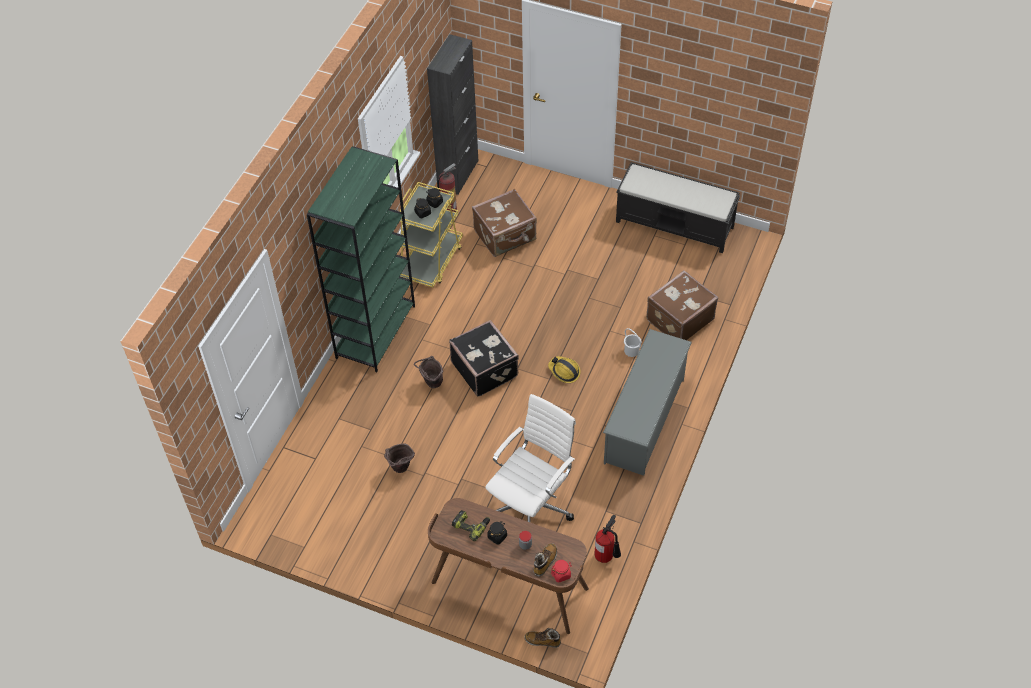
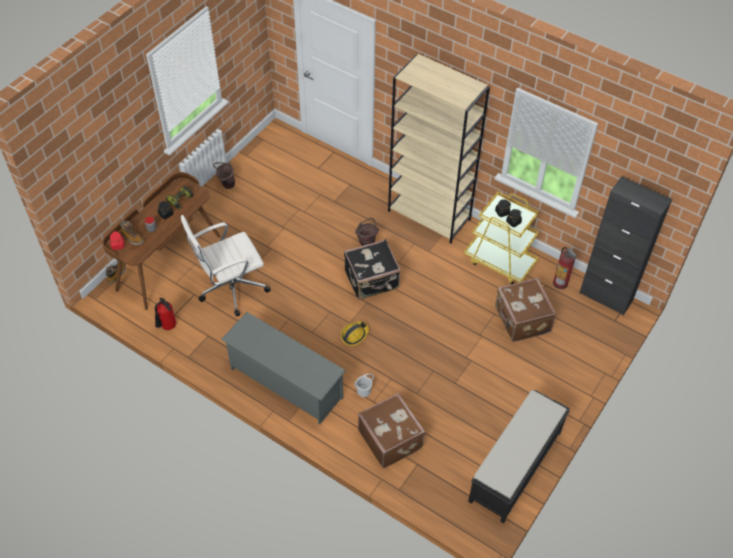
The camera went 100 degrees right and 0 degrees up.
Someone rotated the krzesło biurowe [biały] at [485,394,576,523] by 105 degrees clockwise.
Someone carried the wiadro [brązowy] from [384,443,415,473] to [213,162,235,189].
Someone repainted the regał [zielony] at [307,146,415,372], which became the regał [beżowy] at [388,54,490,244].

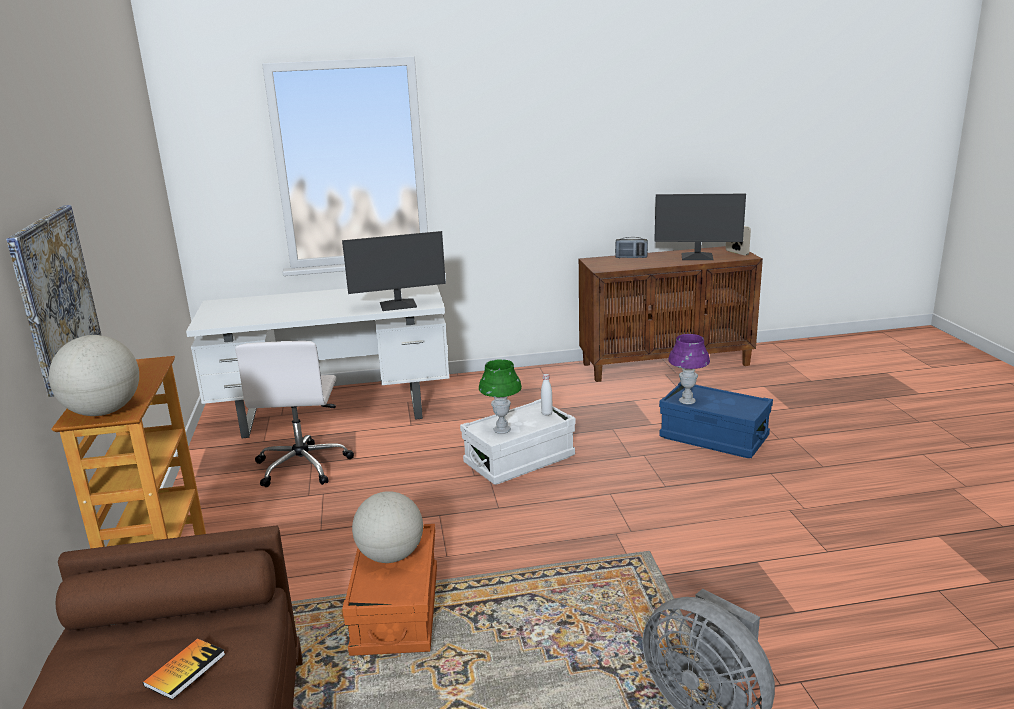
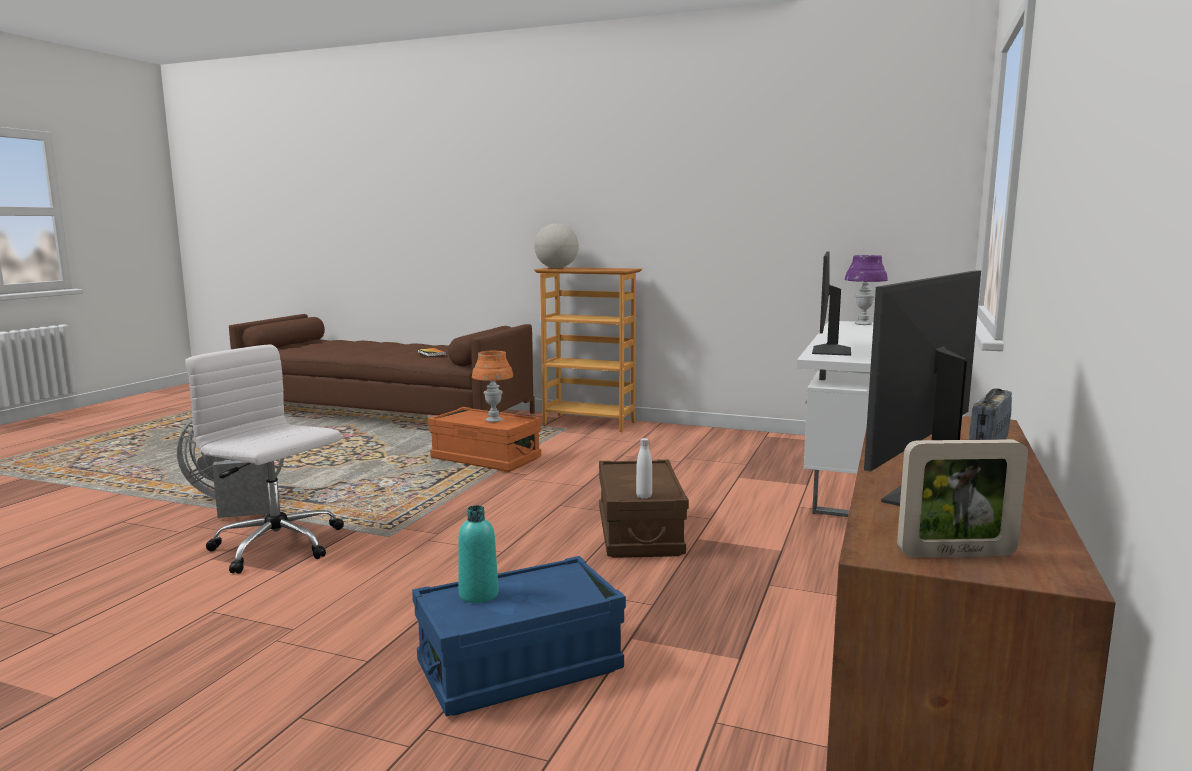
The camera went 120 degrees right and 10 degrees down.
Someone carried the krzesło biurowe [biały] from [235,341,354,487] to [185,344,344,574].
Someone put down the butelka [turkusowy] at [458,505,499,603].
Someone swapped the globus at [352,491,423,563] for the lampa stołowa [pomarańczowy] at [472,351,513,422].
Someone repainted the pojemnik do przechowywania [biały] at [460,399,575,485], which became the pojemnik do przechowywania [brązowy] at [599,460,689,558].
Someone carried the lampa stołowa [fioletowy] from [668,334,710,404] to [845,255,888,325].
Someone took away the obraz at [6,205,101,397].
Someone took away the lampa stołowa [zielony] at [479,359,522,434].

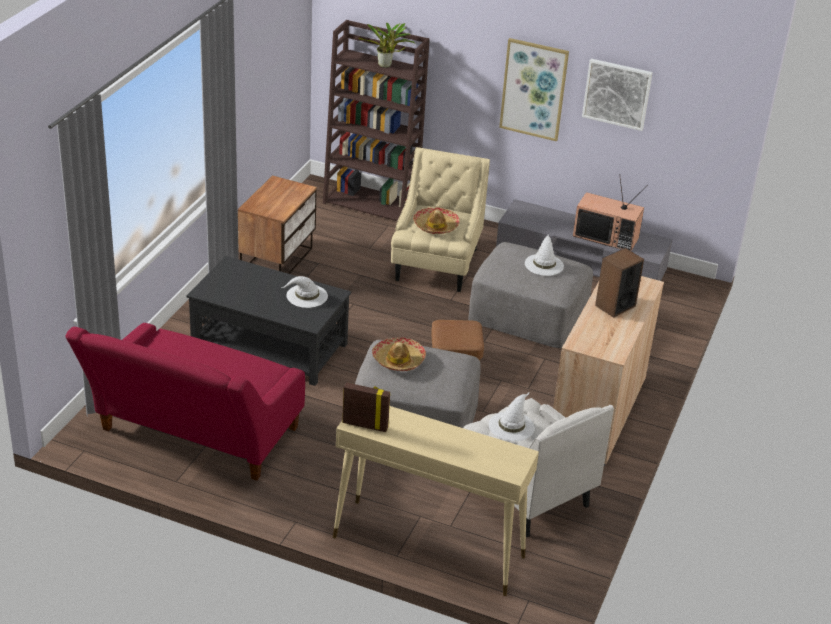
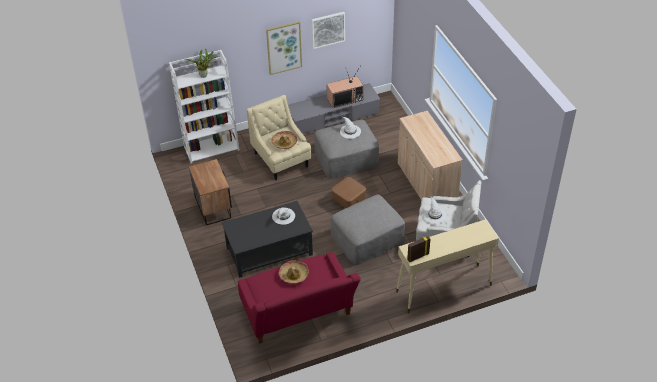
The camera went 40 degrees left and 10 degrees up.
Someone repainted the regał [brązowy] at [323,20,430,221], which became the regał [biały] at [169,50,239,163].
Someone carried the kapelusz from [372,337,426,371] to [279,260,309,284].
Someone took away the głośnik at [595,248,644,318].

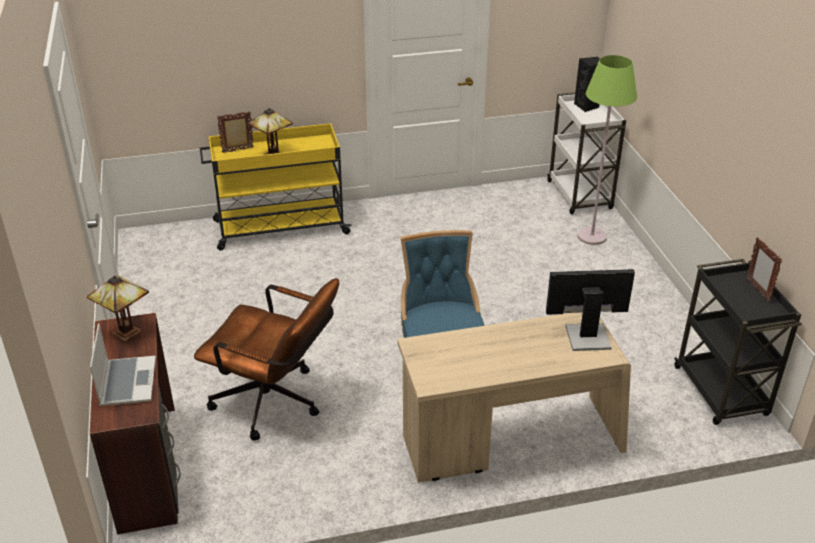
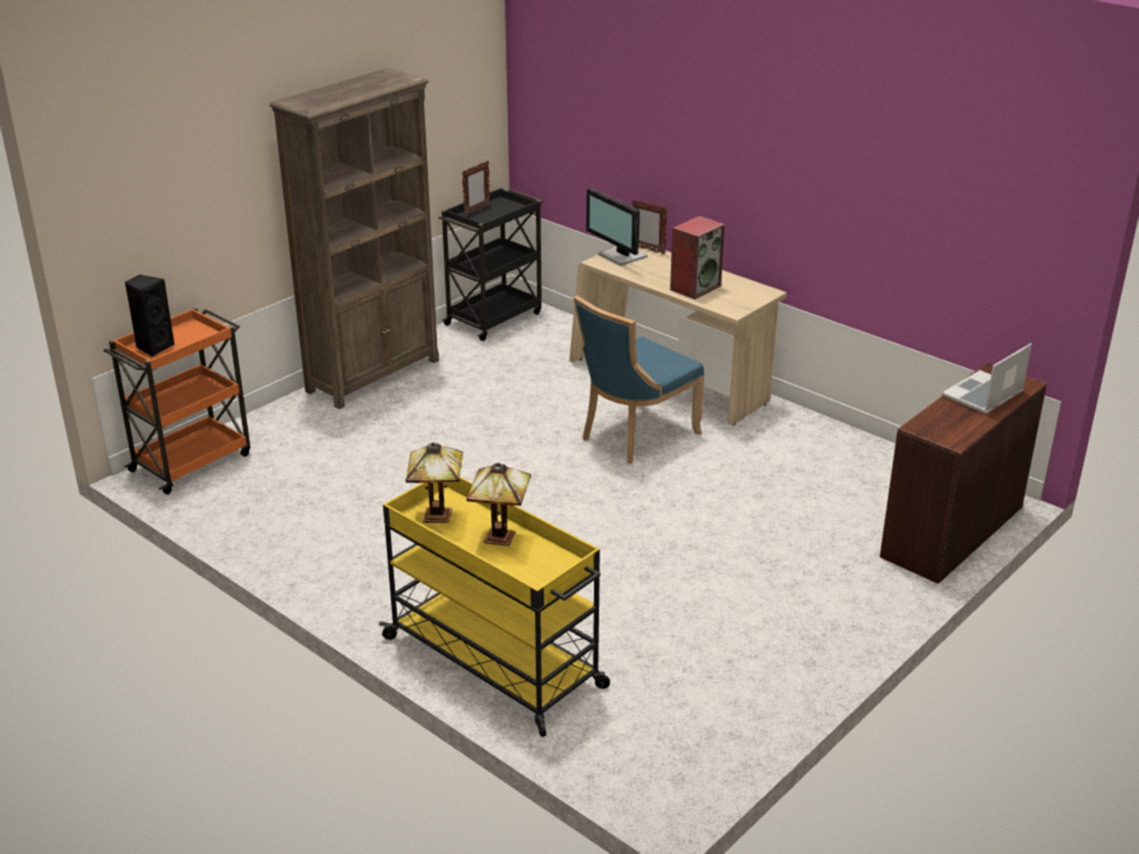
The camera went 125 degrees left and 5 degrees down.
Someone repainted the wózek [biały] at [547,92,626,214], which became the wózek [pomarańczowy] at [103,308,250,495].
Someone put down the regał [brązowy] at [269,68,439,409].
Someone carried the lampa stołowa from [87,276,149,342] to [405,442,463,523].
Someone carried the ramka na zdjęcie from [217,111,254,153] to [632,200,668,254].
Someone put down the głośnik at [670,216,725,299].
Someone took away the krzesło biurowe [brązowy] at [194,278,339,441].
Someone took away the lampa stojąca [zielony] at [578,55,637,245].

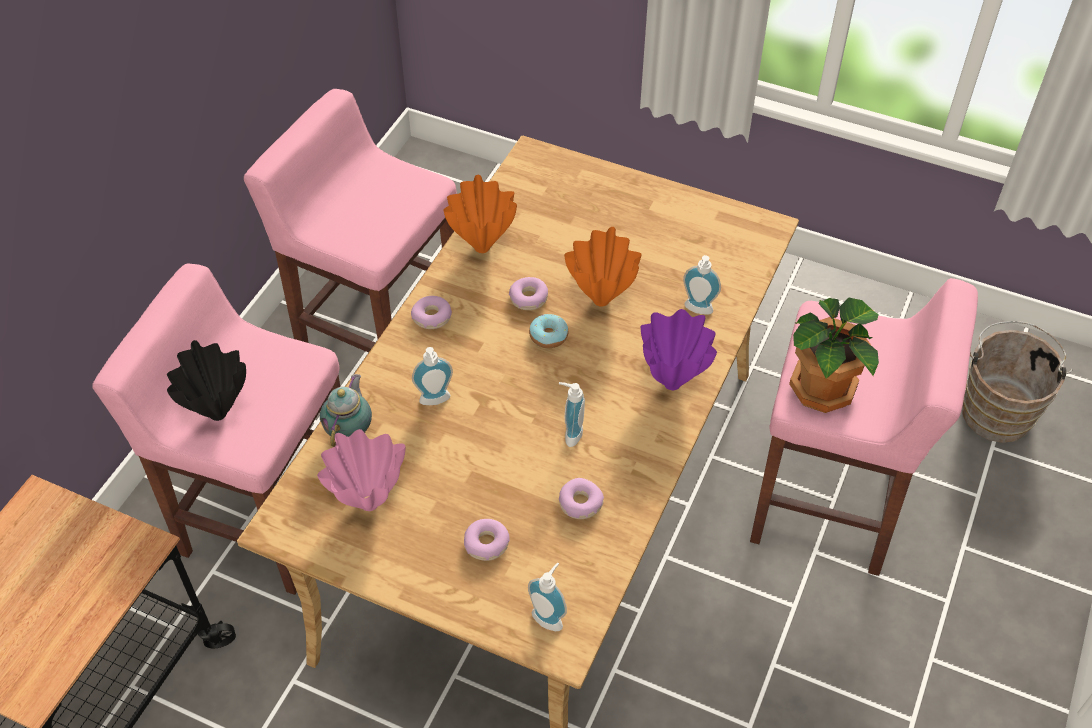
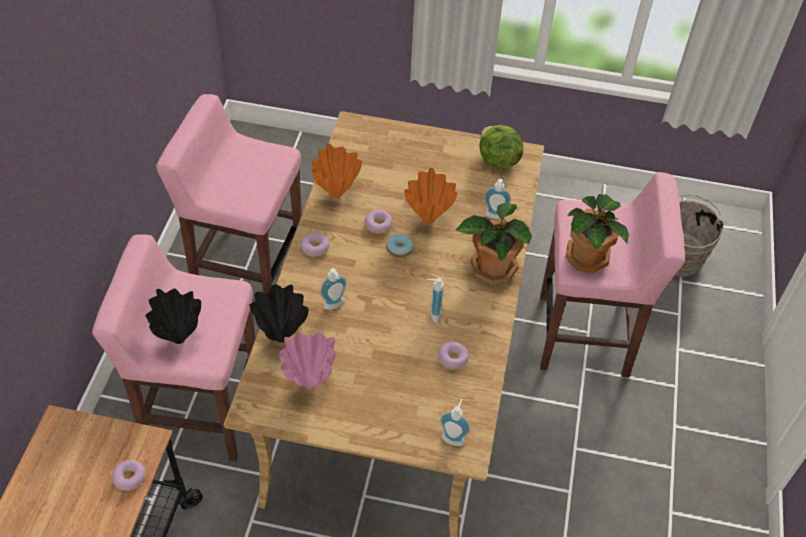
The camera went 15 degrees left and 0 degrees up.
Someone carried the donut from [464,519,510,561] to [112,460,146,491].
Someone swapped the imbryk at [320,374,372,447] for the wazon [czarny] at [249,284,309,343].
Someone swapped the wazon [fioletowy] at [640,309,717,390] for the roślina doniczkowa at [455,203,532,285].
Someone put down the sałata at [479,125,523,168].

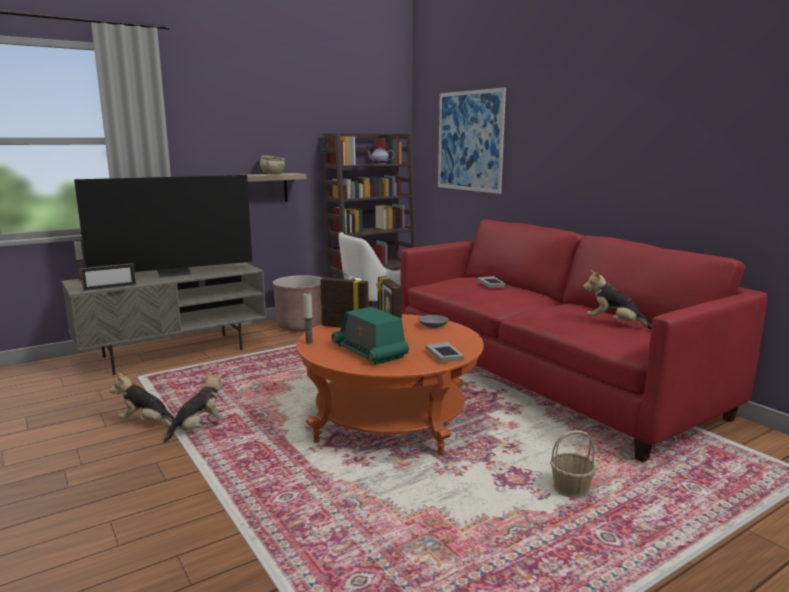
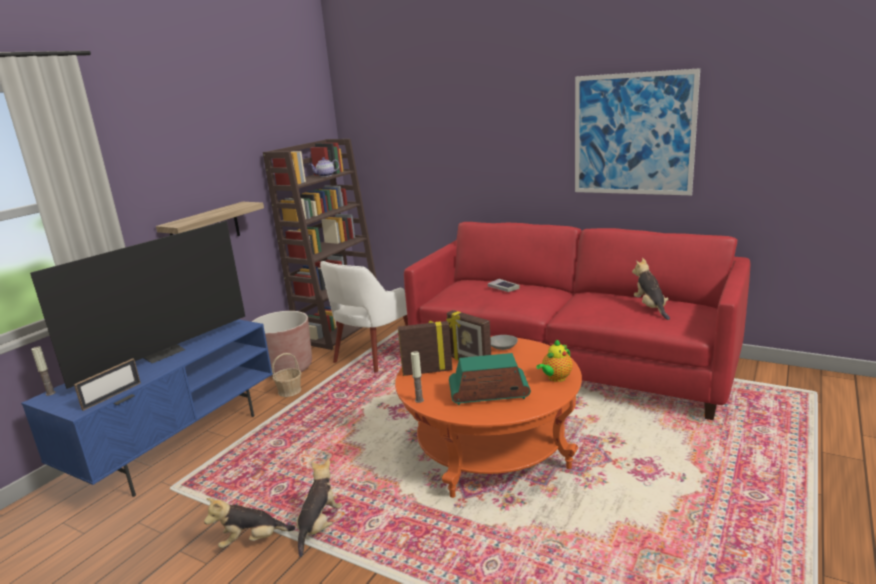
The camera went 25 degrees left and 5 degrees up.
Someone repainted the szafka pod telewizor [szary] at [62,262,266,375], which became the szafka pod telewizor [niebieski] at [21,319,273,497].
Someone carried the koszyk from [550,430,597,498] to [272,353,302,397].
Someone rotated the radio at [331,307,409,365] by 150 degrees clockwise.
Someone swapped the książka at [425,342,464,362] for the imbryk at [536,339,573,382].
Someone carried the obraz from [438,87,506,194] to [575,68,700,195].
Someone rotated the pluszak at [583,270,652,329] by 75 degrees clockwise.
Someone took away the miska [beżowy] at [260,155,285,175].

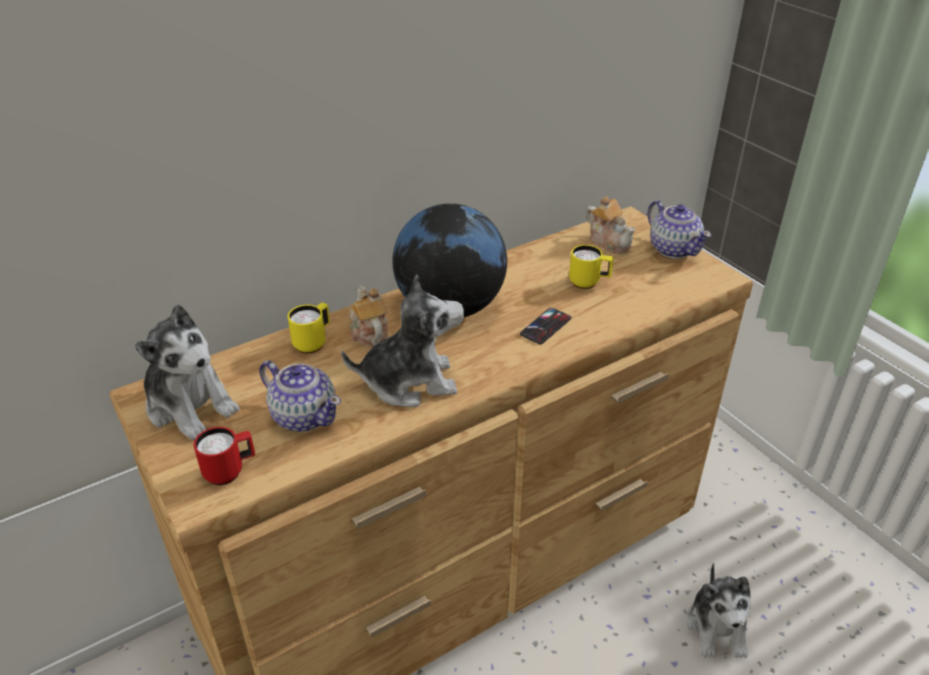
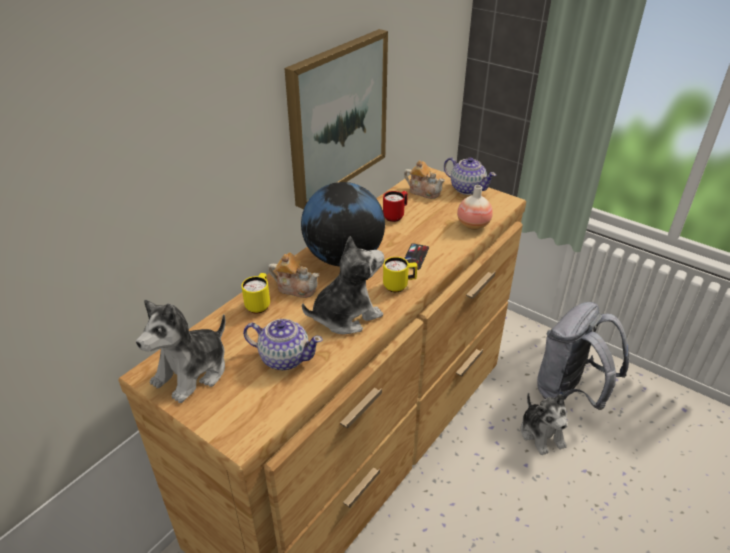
The camera went 20 degrees left and 0 degrees up.
Someone rotated the pluszak at [135,304,240,440] by 105 degrees clockwise.
Someone rotated the imbryk at [349,285,388,346] by 150 degrees clockwise.
Someone put up the obraz at [284,29,388,209].
Someone carried the kubek [czerwony] from [194,427,255,485] to [383,191,408,222].
Someone carried the kubek [żółty] from [569,245,614,289] to [383,257,417,292].
Someone put down the wazon at [457,185,493,230].
Someone put down the plecak [szary] at [537,302,629,410].

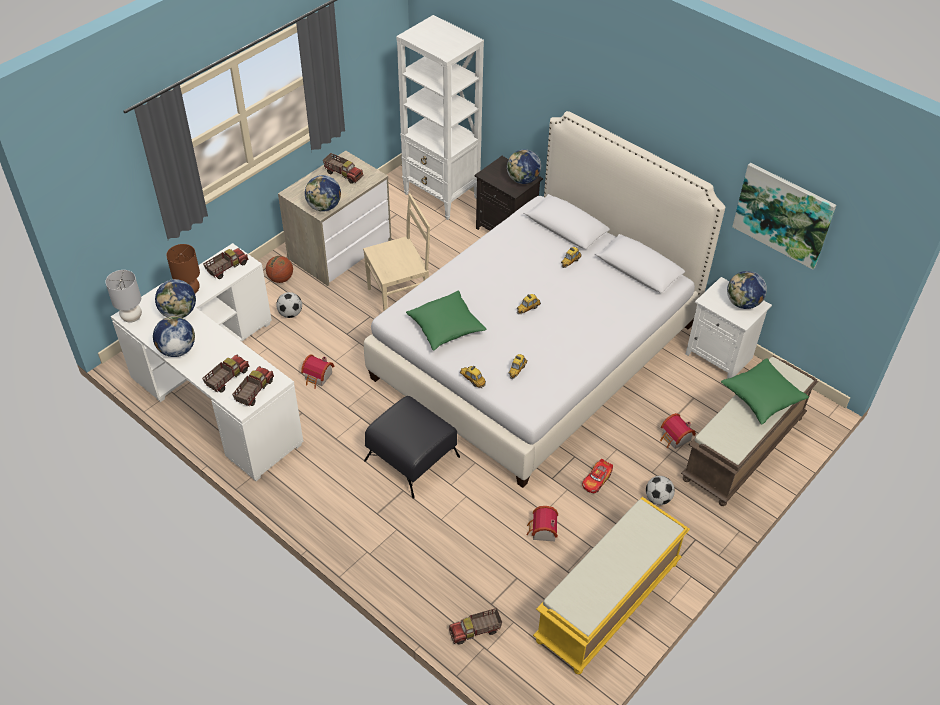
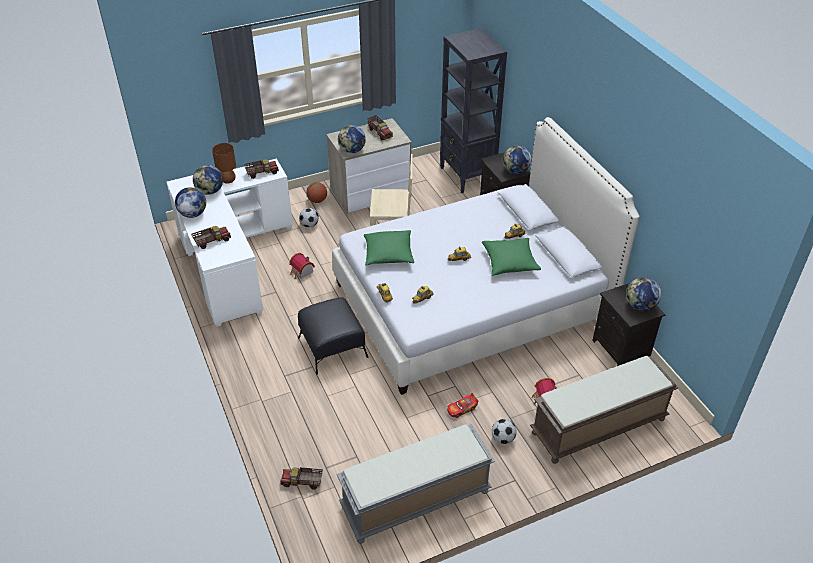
The camera went 25 degrees right and 5 degrees down.
Someone repainted the ławka [żółty] at [533,497,690,674], which became the ławka [szary] at [337,424,495,544].
Someone repainted the regał [biały] at [396,15,484,220], which became the regał [czarny] at [440,28,507,193].
Someone carried the poduszka [zielony] from [721,358,809,424] to [482,238,541,276].
Someone repainted the szafka nocna [biały] at [686,277,772,379], which became the szafka nocna [czarny] at [592,283,666,366].
Someone took away the lampa stołowa [szary] at [105,270,142,323].
Someone took away the ciężarówka zabawkowa at [232,366,274,406].
Someone took away the domek at [527,506,558,541].
Someone took away the obraz at [732,163,836,269].

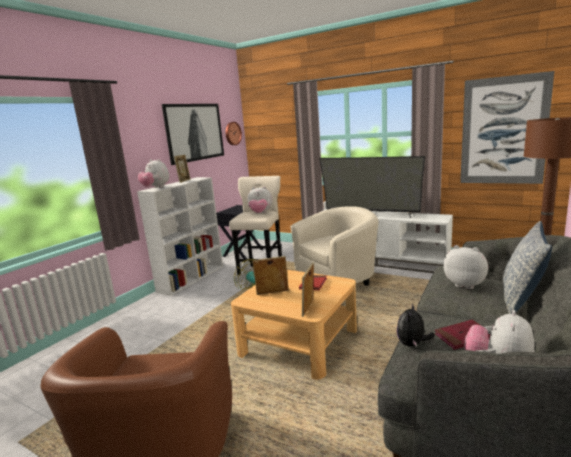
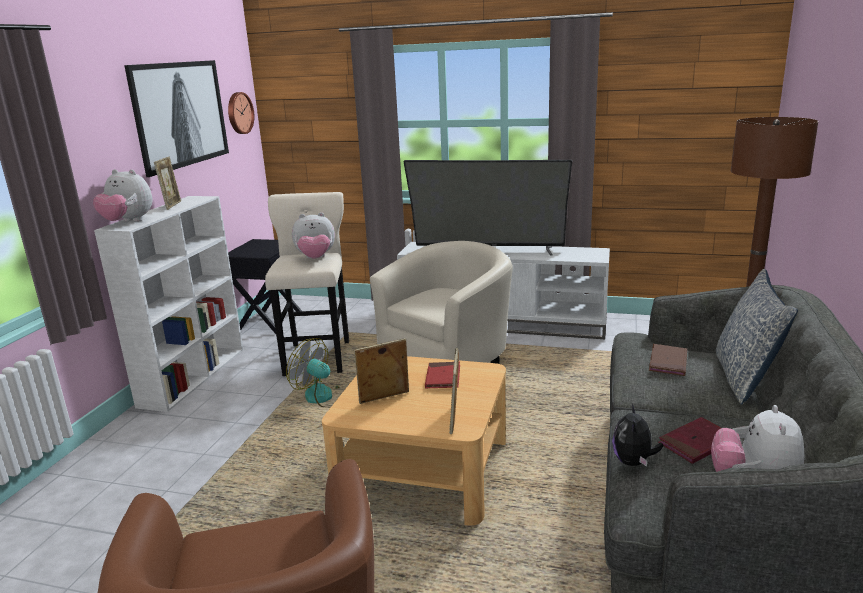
The camera went 15 degrees left and 5 degrees up.
Someone swapped the pluszak at [443,245,488,289] for the książka [brązowy] at [649,344,687,376].
Someone took away the obraz at [460,71,554,184].

